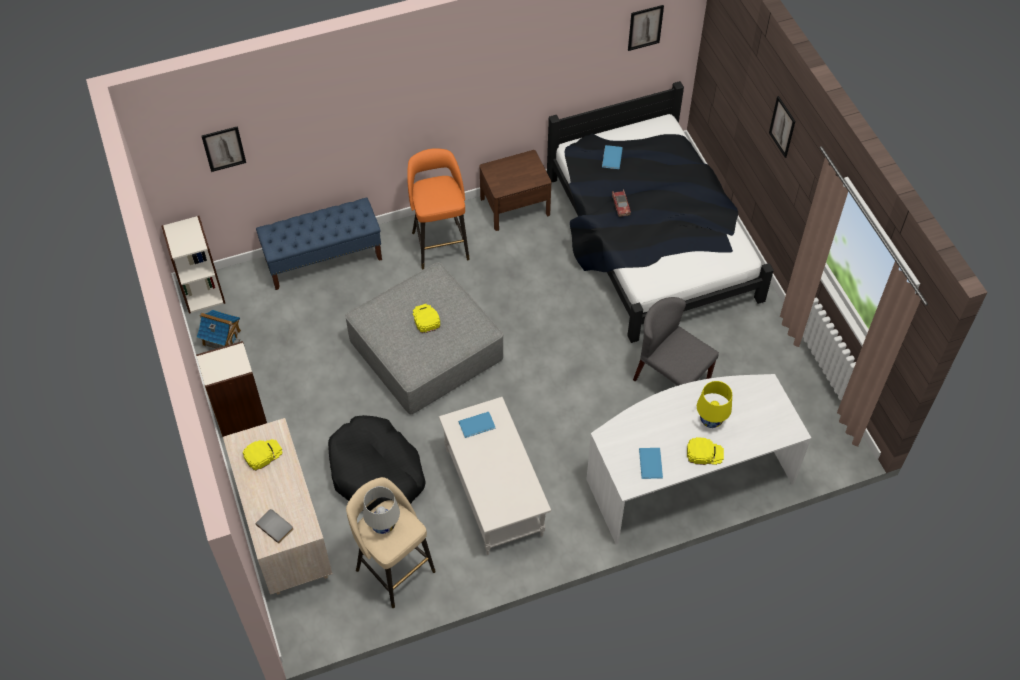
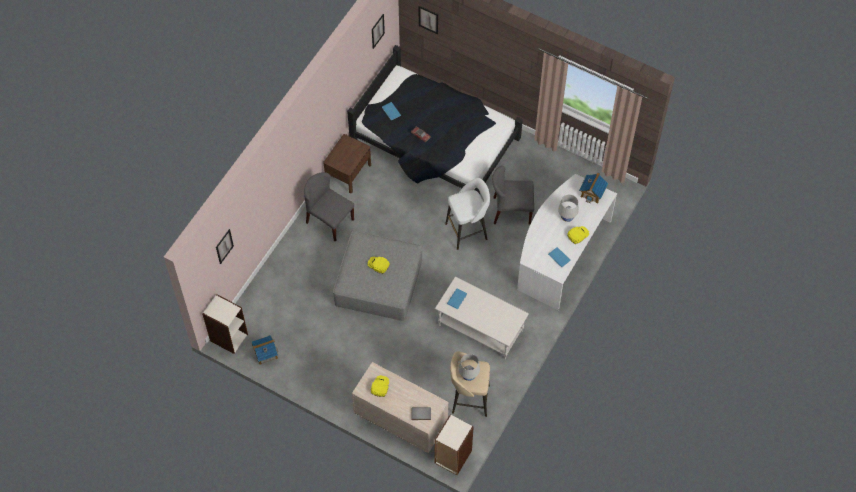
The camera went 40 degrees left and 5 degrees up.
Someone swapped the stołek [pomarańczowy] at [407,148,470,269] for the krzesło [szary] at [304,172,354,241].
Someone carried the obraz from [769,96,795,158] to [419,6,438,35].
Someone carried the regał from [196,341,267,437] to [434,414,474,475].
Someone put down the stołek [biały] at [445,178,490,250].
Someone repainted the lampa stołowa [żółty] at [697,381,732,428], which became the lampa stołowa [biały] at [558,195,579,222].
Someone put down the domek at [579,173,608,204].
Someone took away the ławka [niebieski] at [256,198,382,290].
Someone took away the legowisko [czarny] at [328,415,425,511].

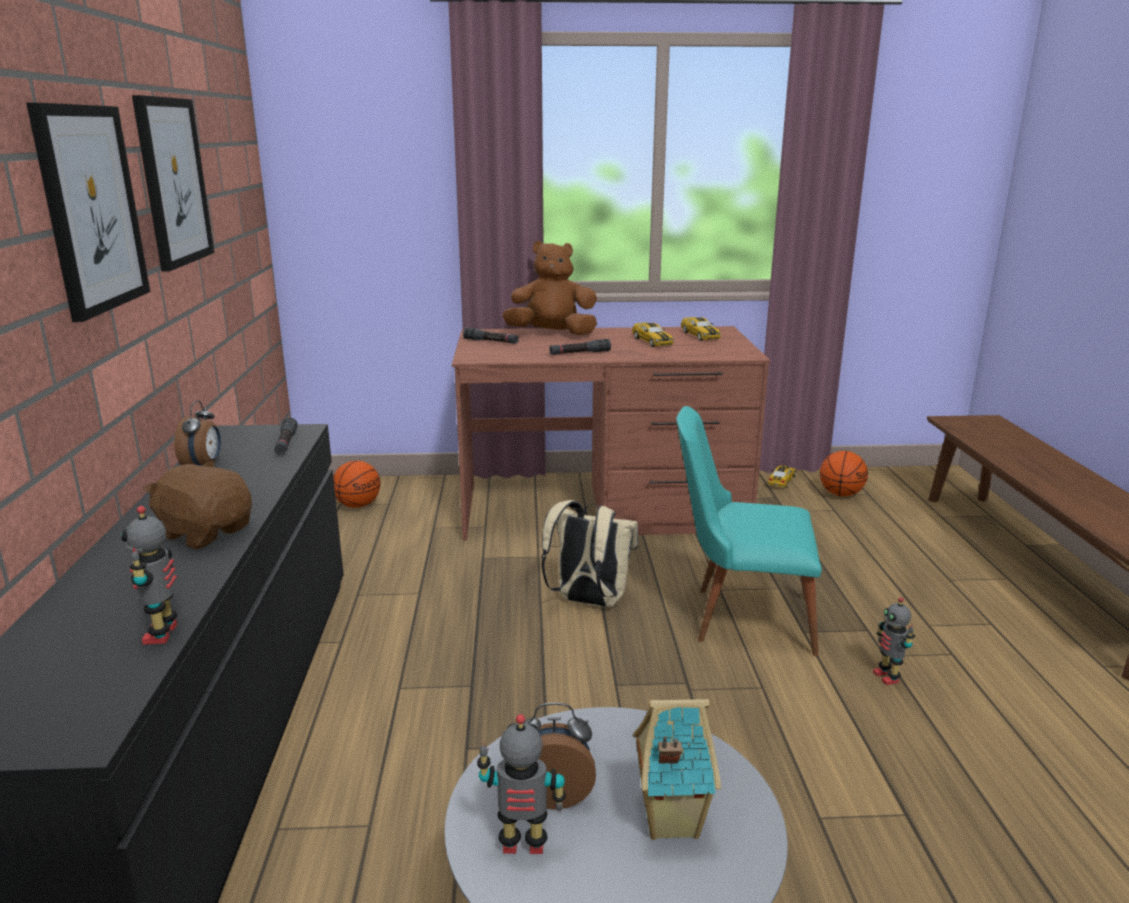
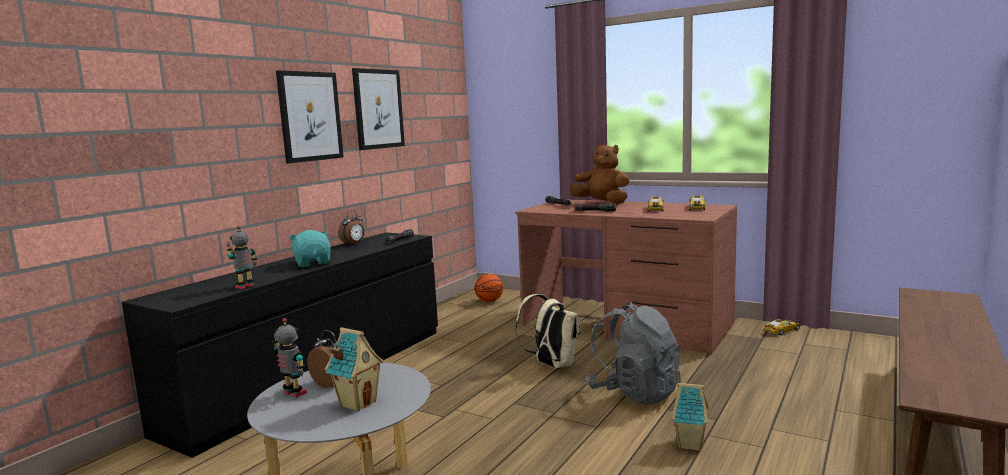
The camera went 35 degrees right and 10 degrees down.
Someone repainted the pluszak [brązowy] at [143,461,252,549], which became the pluszak [turkusowy] at [289,230,331,267].
Someone swapped the krzesło [turkusowy] at [676,406,822,656] for the plecak [szary] at [585,302,681,404].
Someone swapped the robot zabawkowy at [873,597,915,685] for the domek at [672,383,709,451].
Someone took away the piłka do koszykówki at [820,451,868,497].

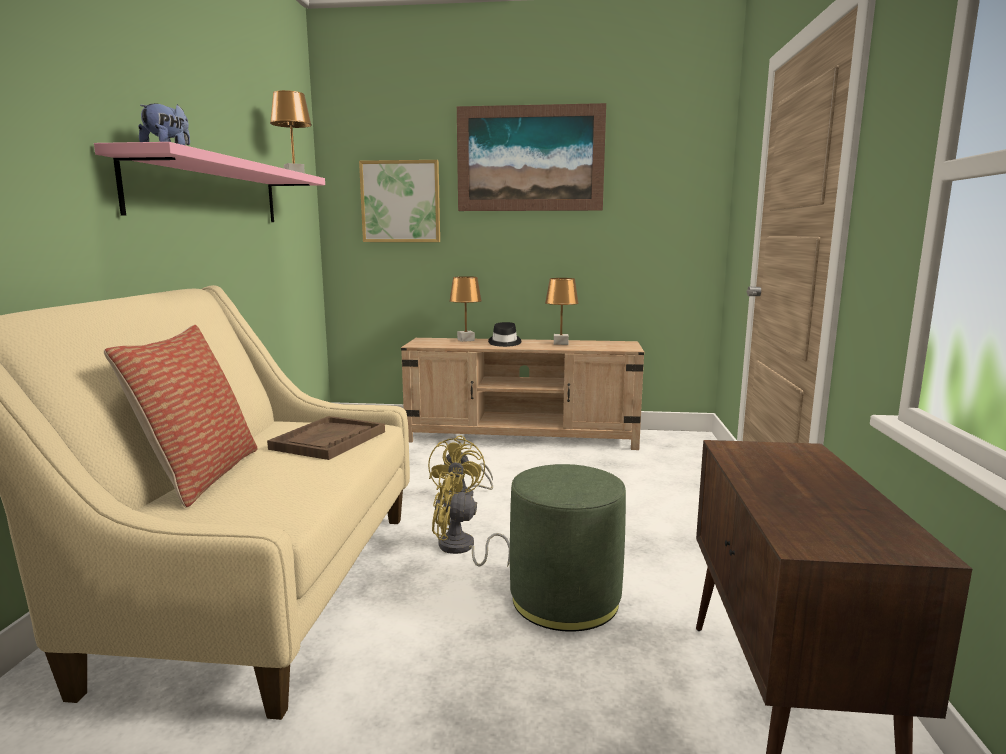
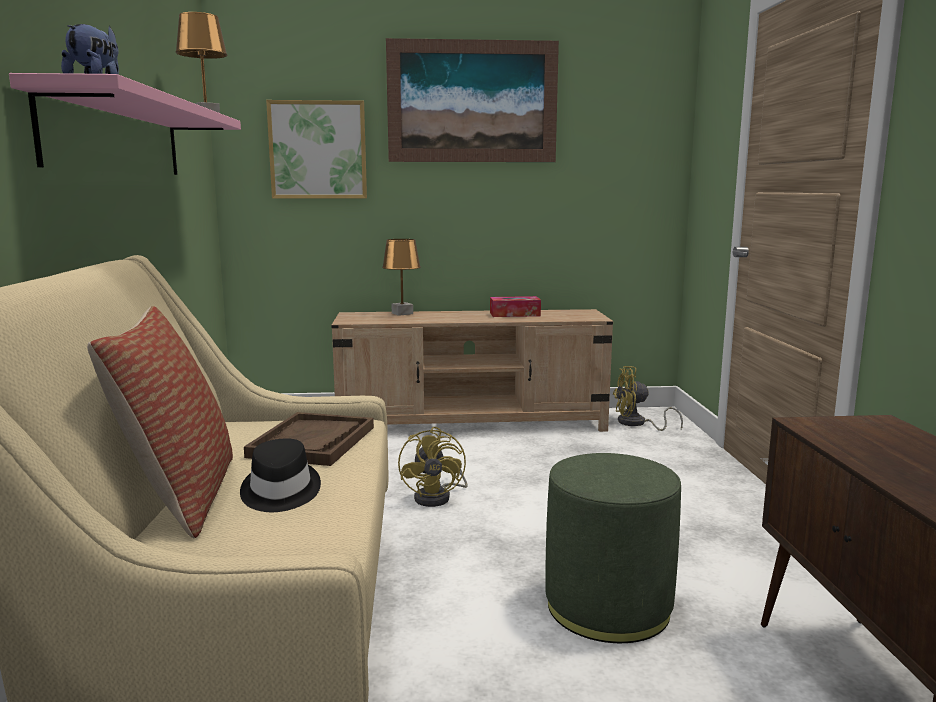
The camera went 10 degrees left and 0 degrees up.
Someone carried the kapelusz [czarny] from [488,322,521,347] to [240,438,321,512].
Someone swapped the lampa stołowa [brązowy] at [545,278,579,345] for the pudełko chusteczek at [490,296,541,317].
Someone carried the wentylator [żółty] from [432,472,510,567] to [613,366,683,431].

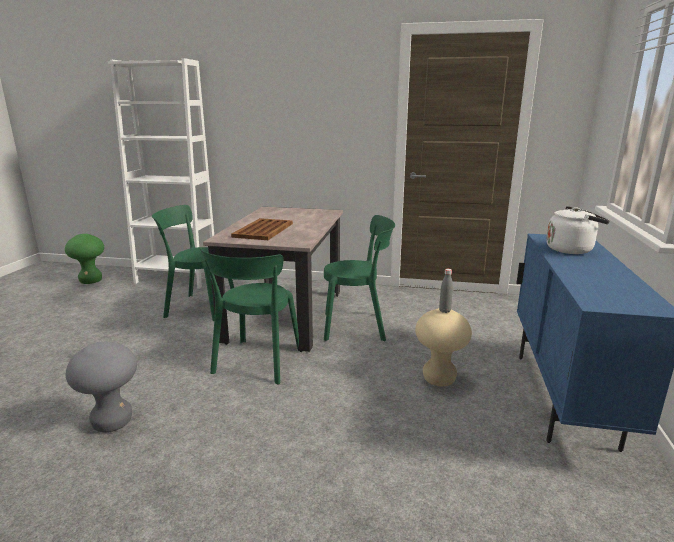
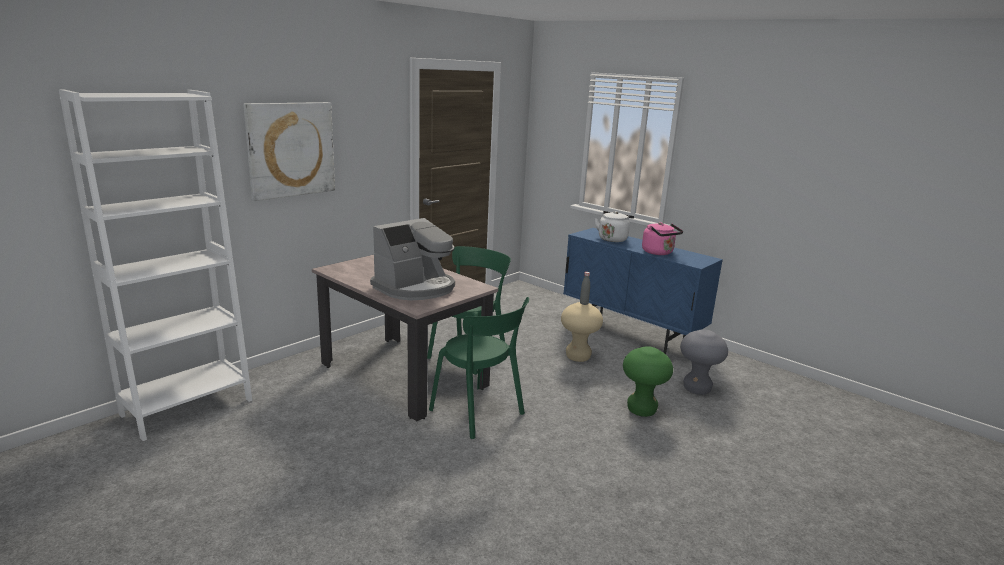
The camera went 60 degrees left and 0 degrees up.
Someone put up the obraz at [243,102,335,201].
Someone swapped the taca [brązowy] at [231,218,293,240] for the ekspres do kawy at [370,218,455,300].
Someone carried the stołek [zielony] from [65,234,104,284] to [623,346,673,417].
Someone put down the czajnik [różowy] at [642,222,683,255].
Someone carried the stołek [szary] from [66,341,137,432] to [680,329,728,395].
Someone took away the krzesło [zielony] at [152,205,234,321].

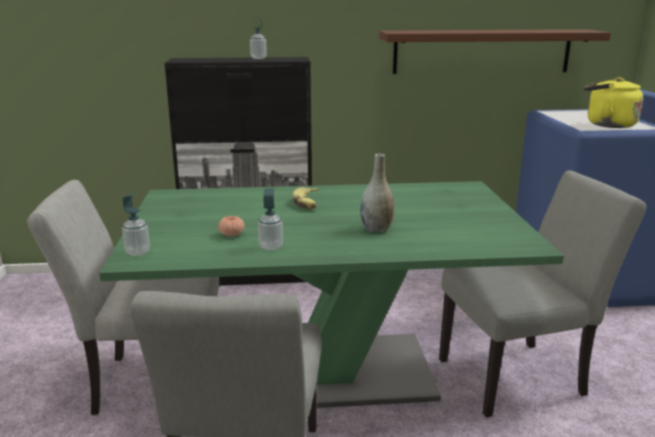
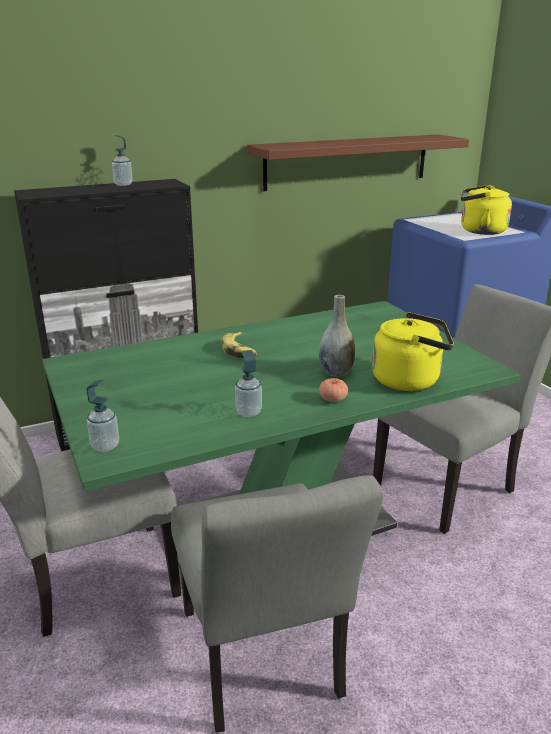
The camera went 20 degrees left and 5 degrees up.
Someone carried the pomidor from [218,216,245,237] to [319,378,348,402].
Someone put down the czajnik [żółty] at [372,312,454,391].

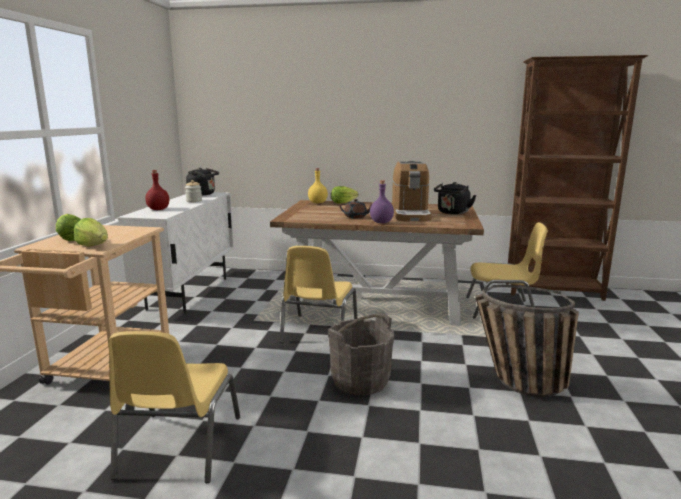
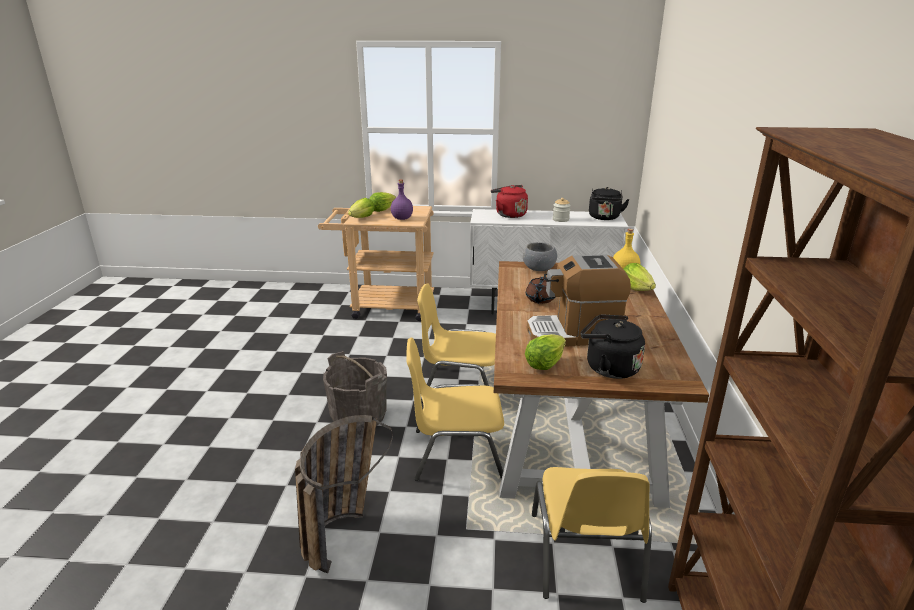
The camera went 85 degrees right and 10 degrees up.
Someone carried the butelka [fioletowy] from [370,180,394,223] to [391,180,413,220].
Someone carried the krzesło [żółty] from [108,331,240,483] to [406,338,504,481].
Someone swapped the butelka [czerwony] at [145,170,169,210] for the czajnik [czerwony] at [491,185,528,218].
Someone put down the miska [szary] at [523,242,557,271].
Someone put down the sałata at [525,334,566,370].

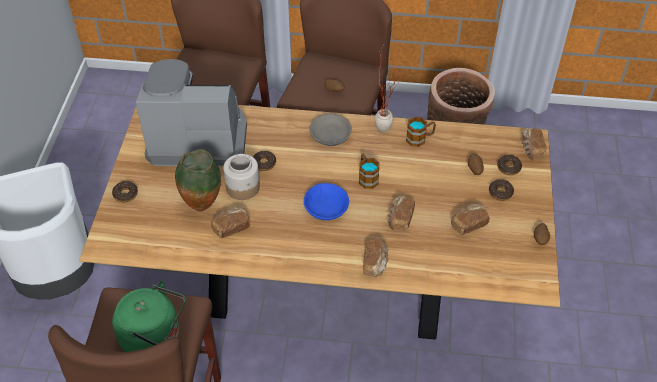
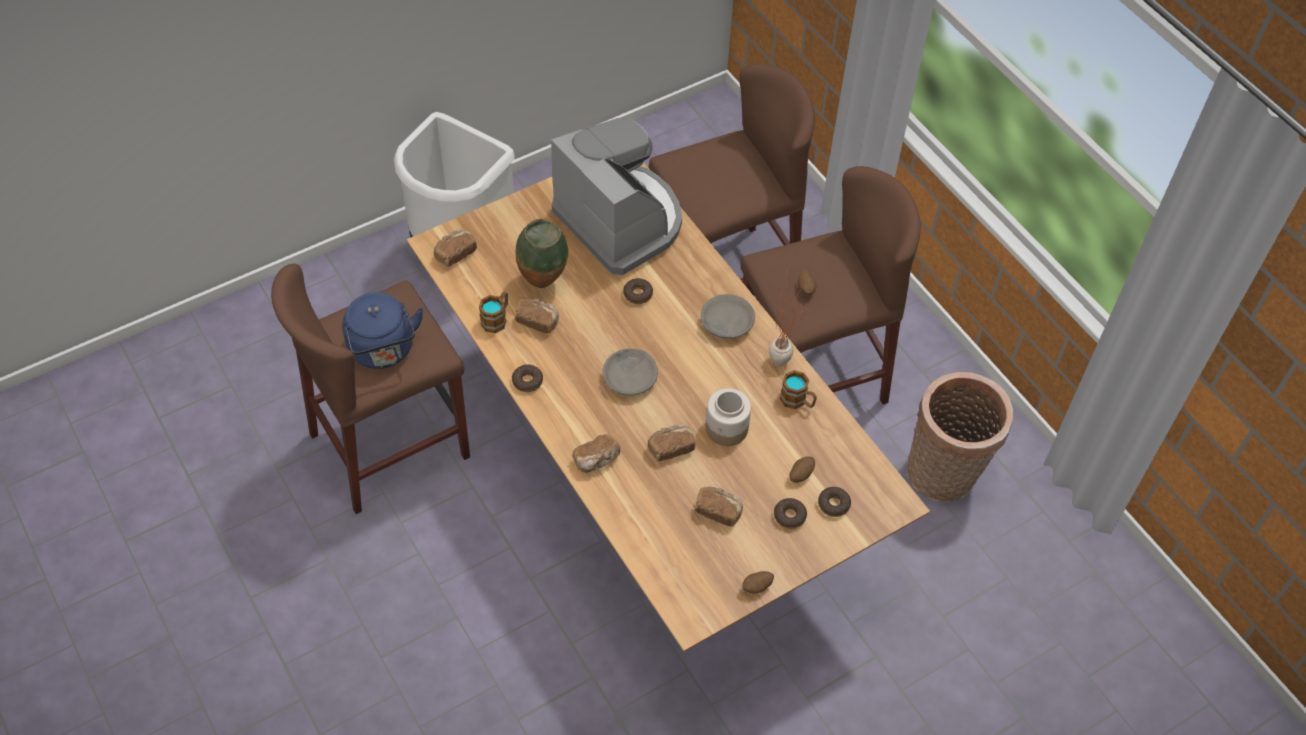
The camera went 50 degrees right and 5 degrees up.
Someone repainted the czajnik [zielony] at [112,280,185,352], which became the czajnik [niebieski] at [342,292,423,369].
Someone carried the chleb from [522,128,547,160] to [434,229,477,267].
Someone carried the kubek from [359,154,380,189] to [479,291,508,333].
Someone carried the donut from [112,181,138,202] to [512,365,543,392].
Someone repainted the miska [niebieski] at [304,183,349,220], which became the miska [szary] at [602,349,658,396].
Someone carried the słoik from [223,154,260,200] to [705,388,751,446].

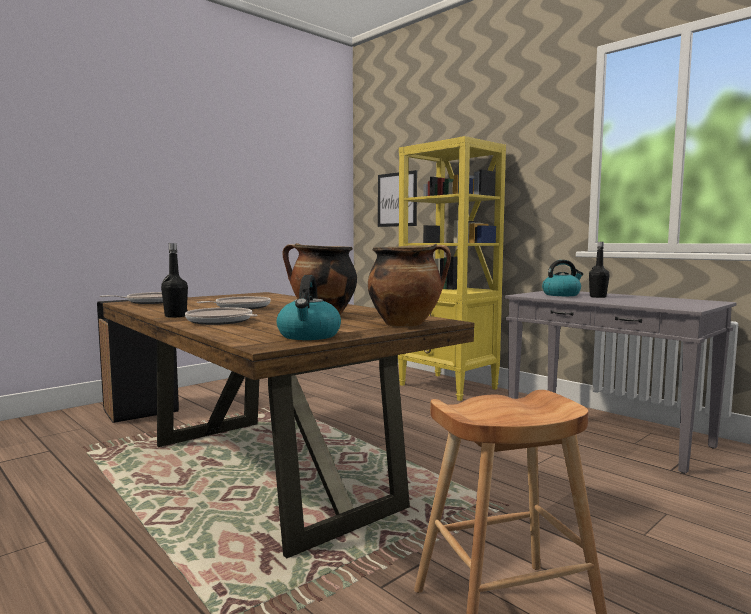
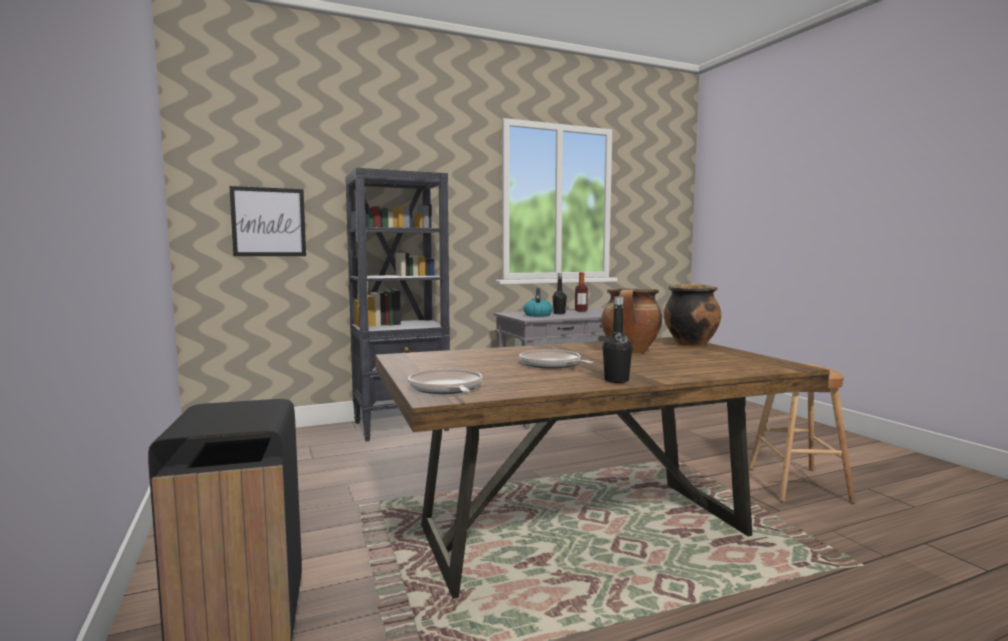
The camera went 70 degrees left and 0 degrees up.
Someone repainted the regał [żółty] at [398,136,506,401], which became the regał [czarny] at [345,168,450,441].
Someone put down the butelka at [575,272,588,311].
Someone took away the patelnia at [185,307,257,325].
Someone took away the czajnik at [276,275,341,340].

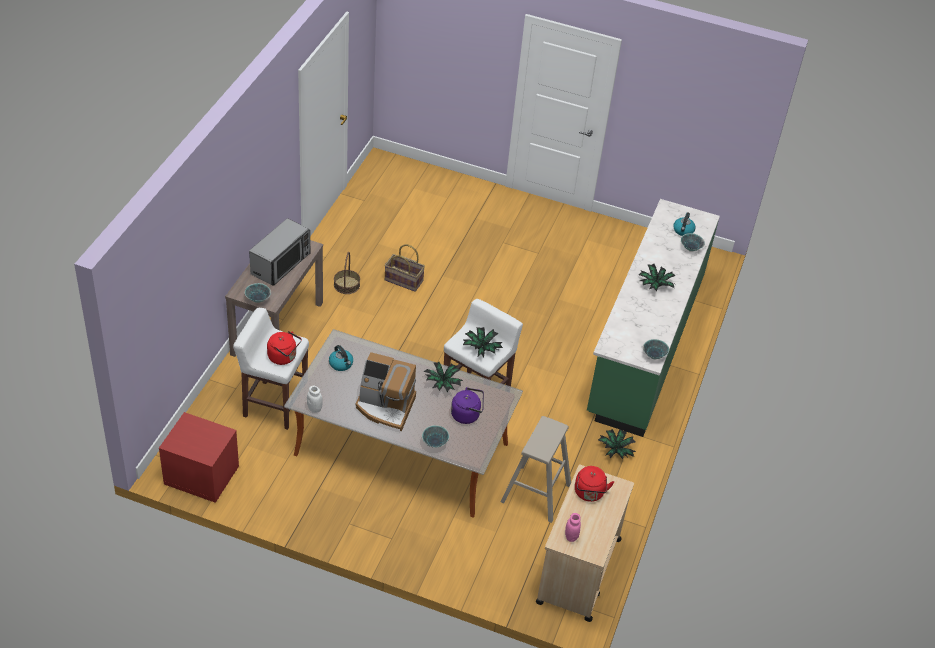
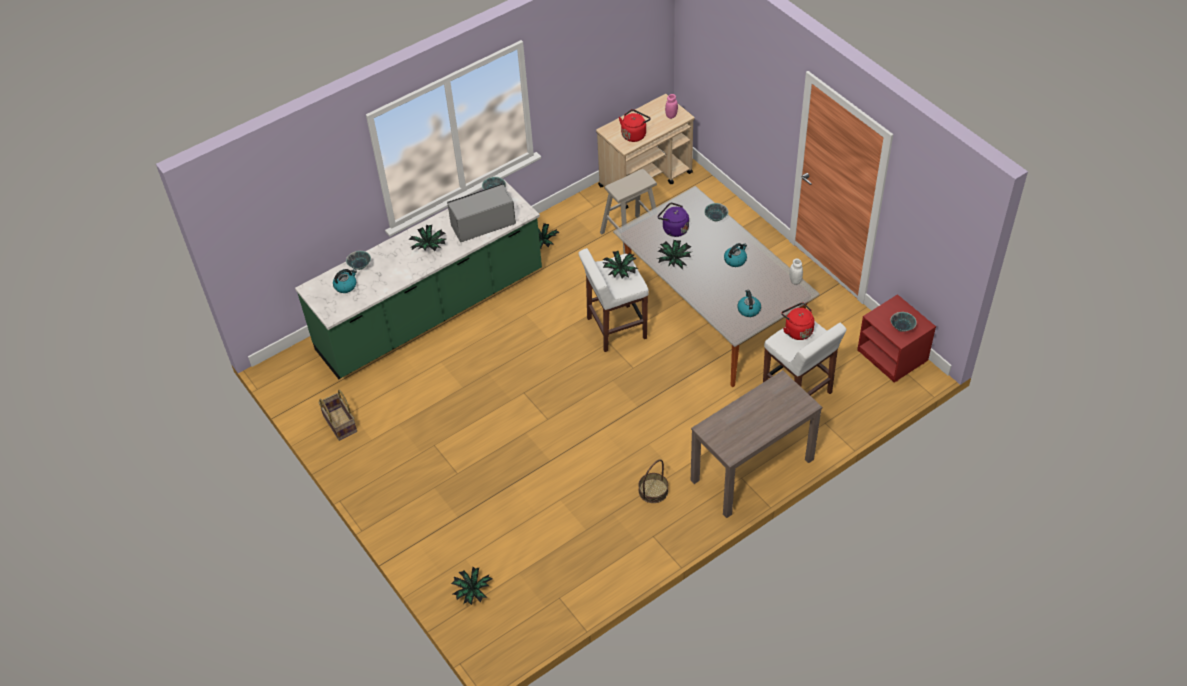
The camera went 140 degrees left and 5 degrees up.
Someone carried the koszyk from [384,244,425,292] to [318,390,357,441].
Someone carried the mikrofalówka from [249,218,310,286] to [447,184,516,242].
Someone put down the roślina doniczkowa at [451,567,492,605].
Someone swapped the ekspres do kawy at [355,352,416,431] for the czajnik at [724,243,747,267].
Someone carried the miska from [245,283,271,303] to [890,312,917,332].

